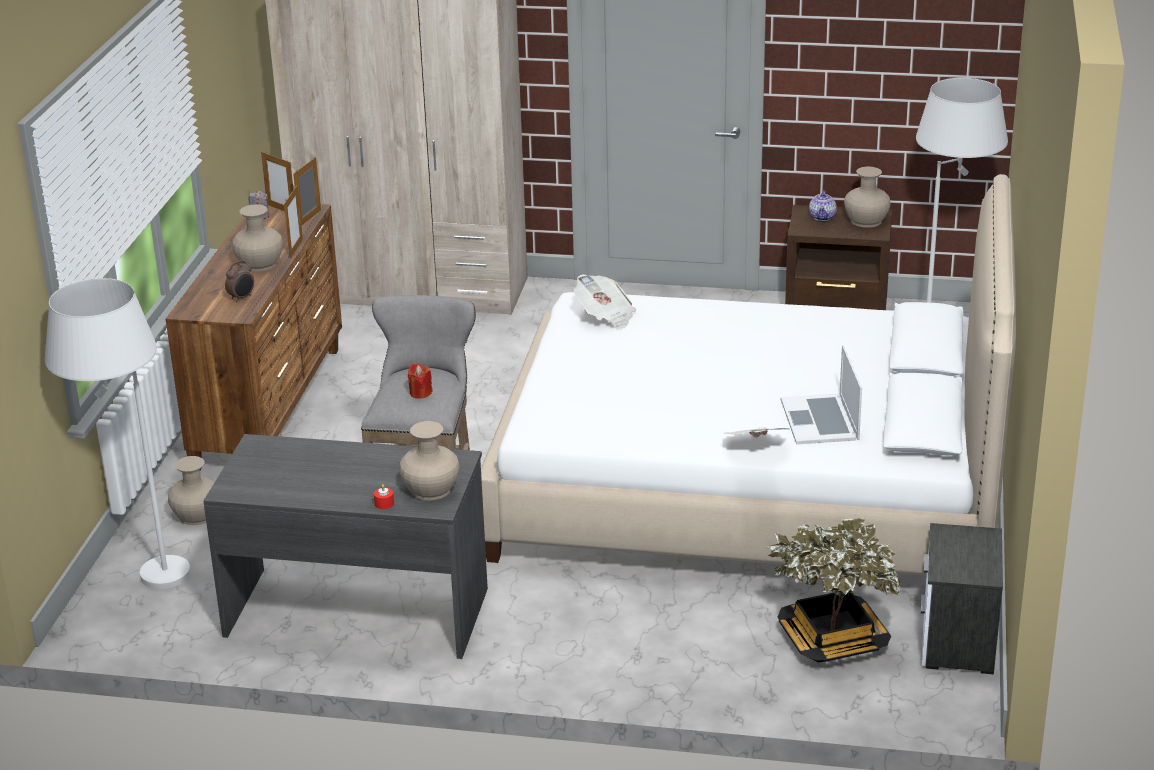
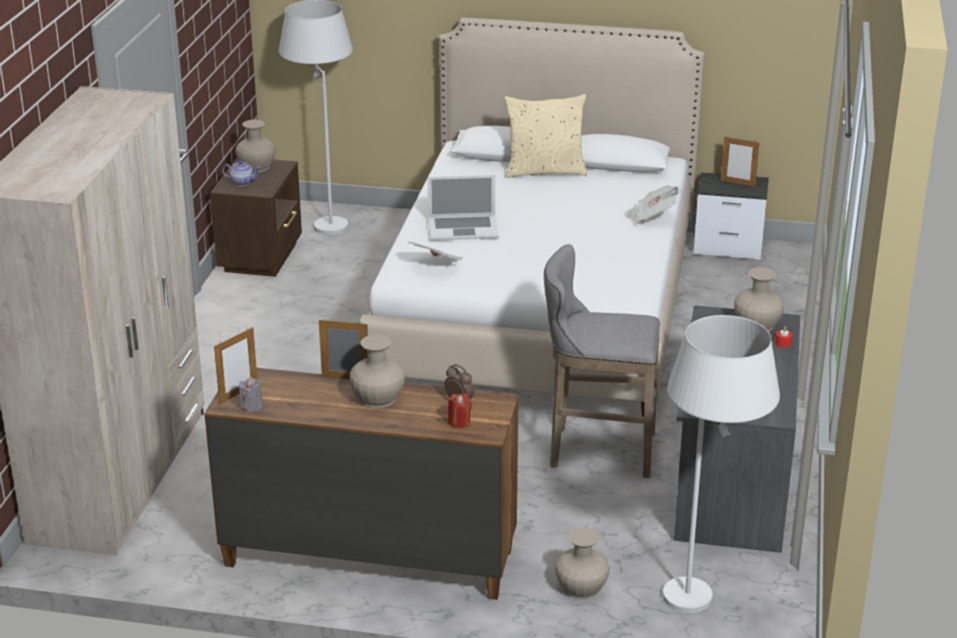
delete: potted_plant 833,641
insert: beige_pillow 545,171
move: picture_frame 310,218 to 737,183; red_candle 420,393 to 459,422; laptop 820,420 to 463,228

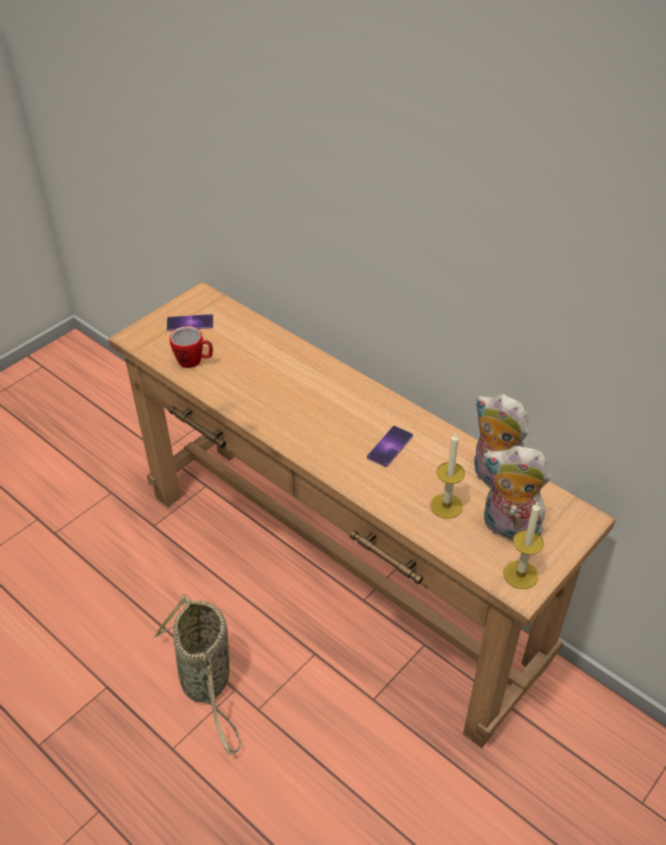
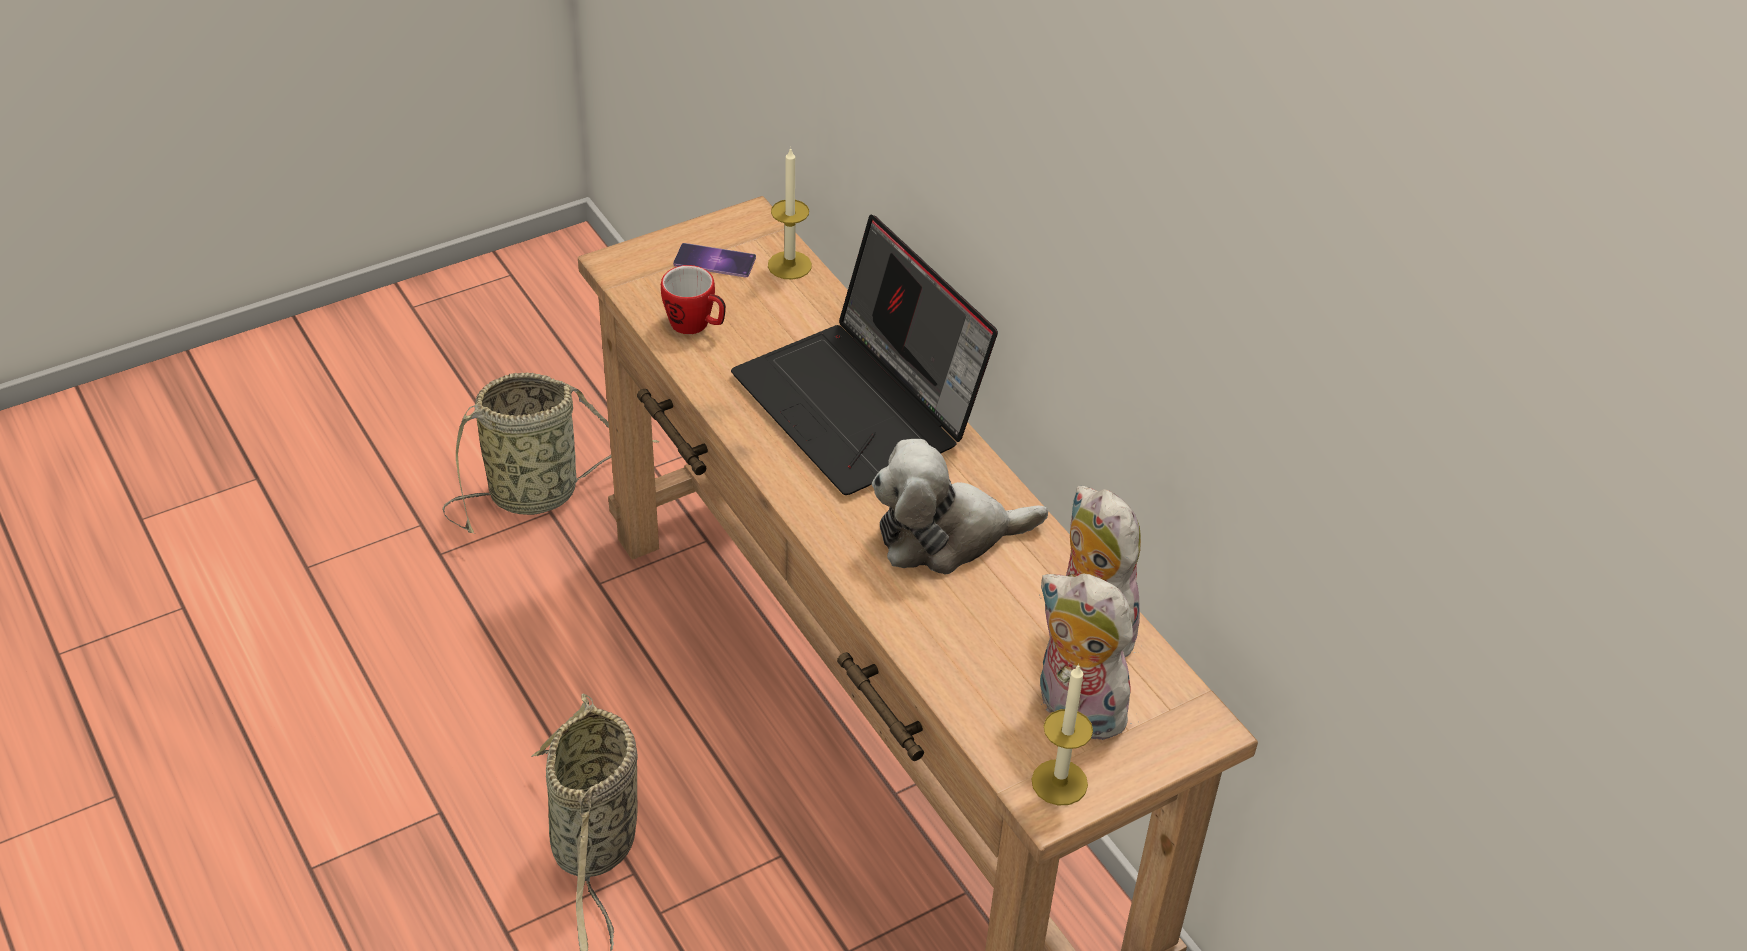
insert: basket 540,492; laptop 862,406
move: candle 446,506 to 789,265
replace: phone 390,446 to plush_toy 946,535

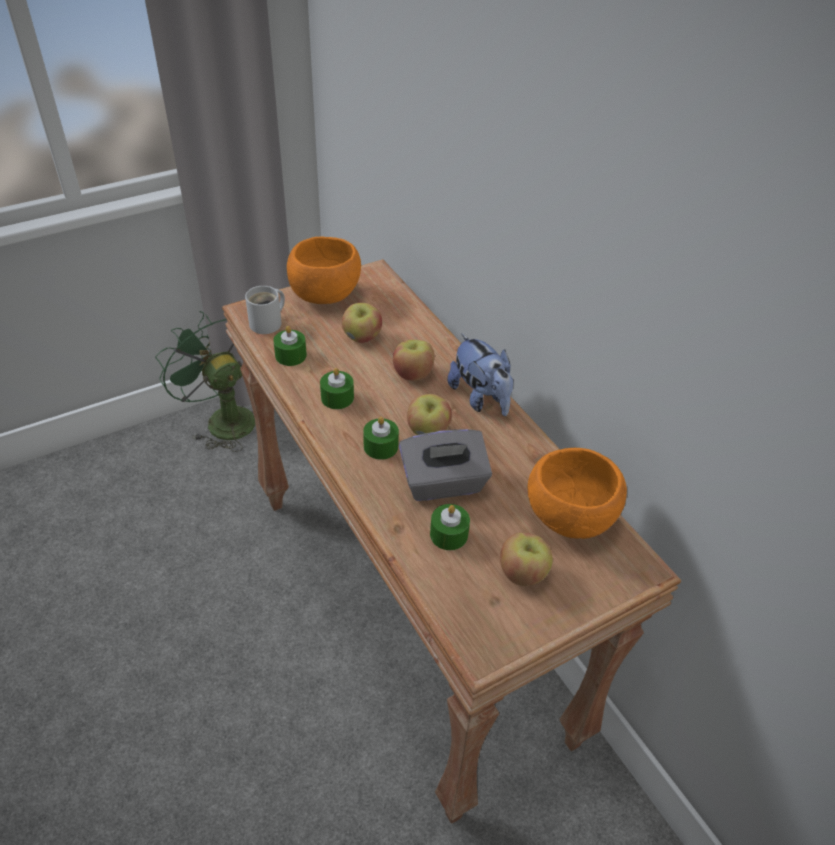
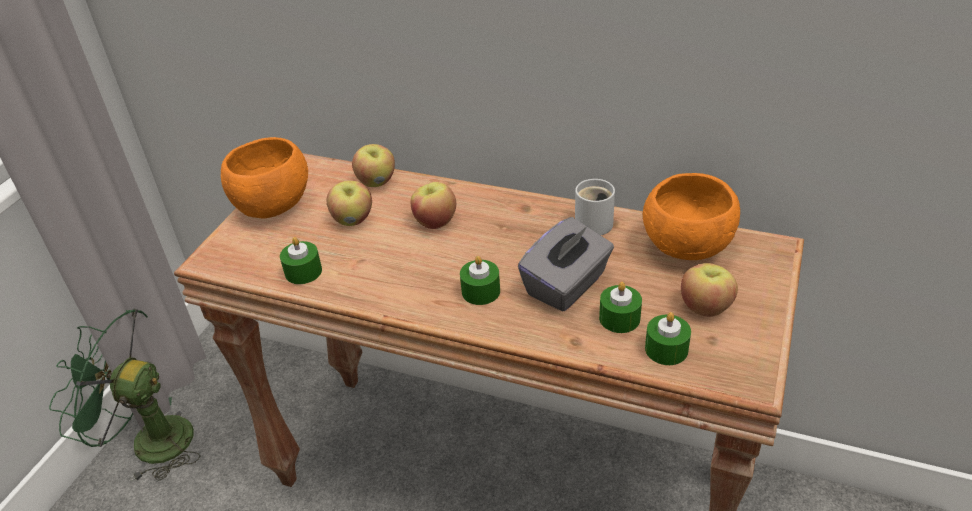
delete: plush_toy 480,398
move: white_mug 268,323 to 594,221; green_candle 337,397 to 666,349; apple 428,431 to 377,182

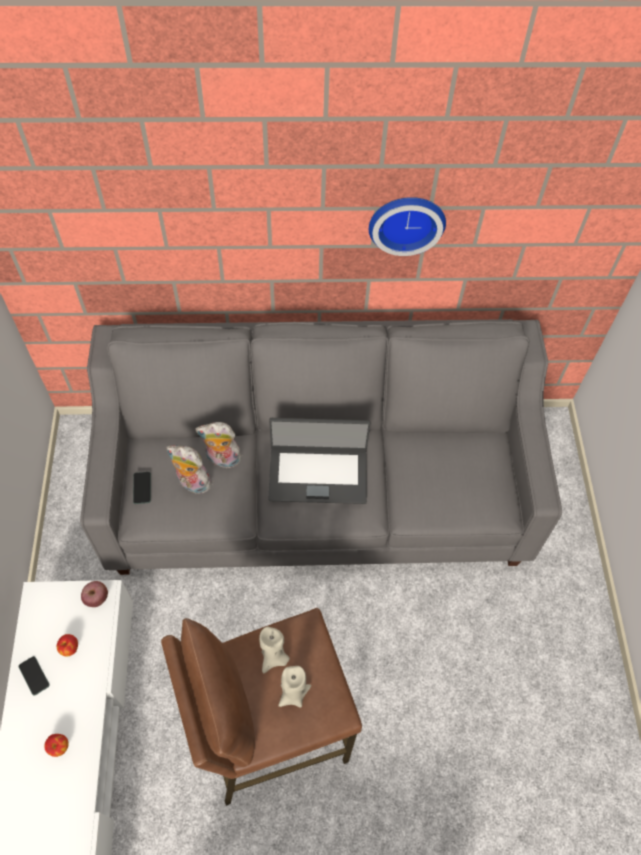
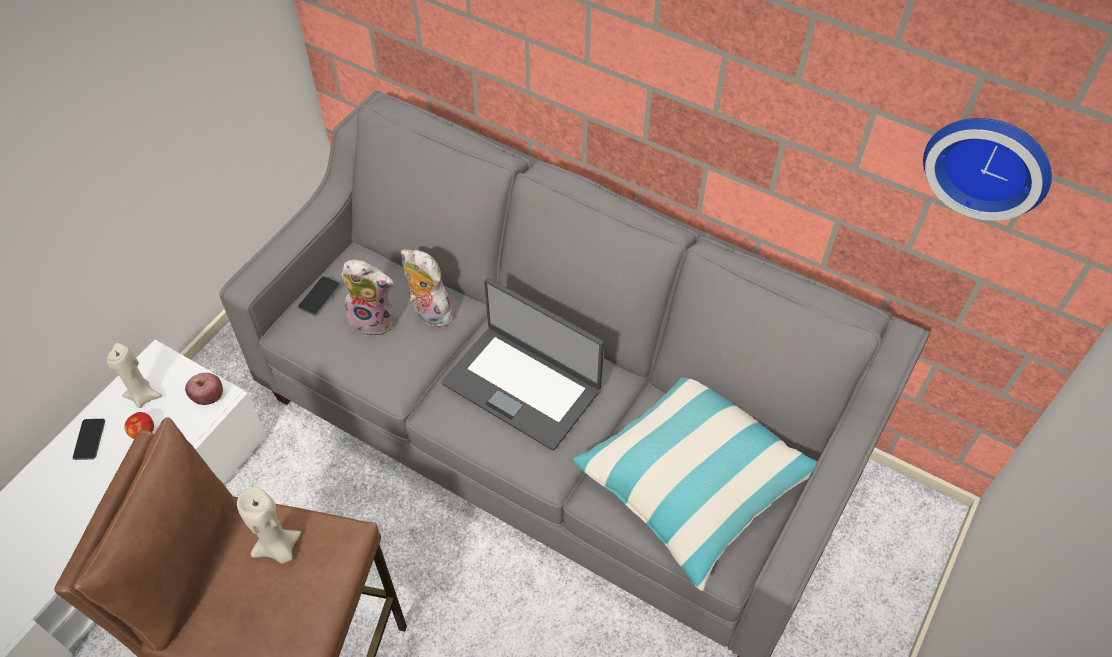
delete: apple 59,747
insert: pillow 693,480
move: beige_candle 293,694 to 143,395; wall_clock 406,221 to 989,162
rotate: plush_toy 192,483 = 374,319 135 degrees clockwise

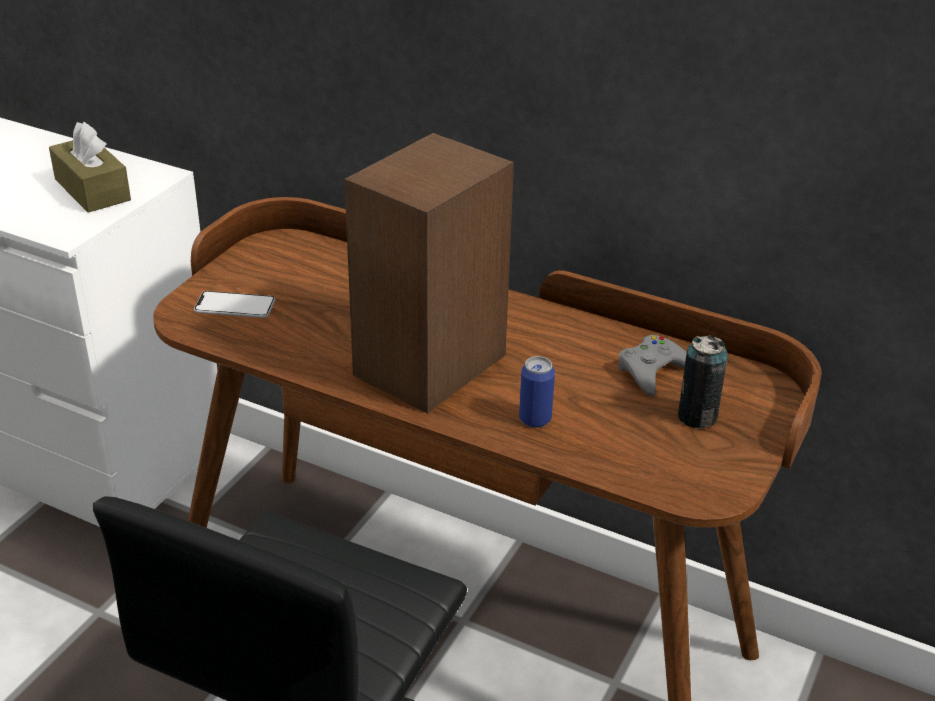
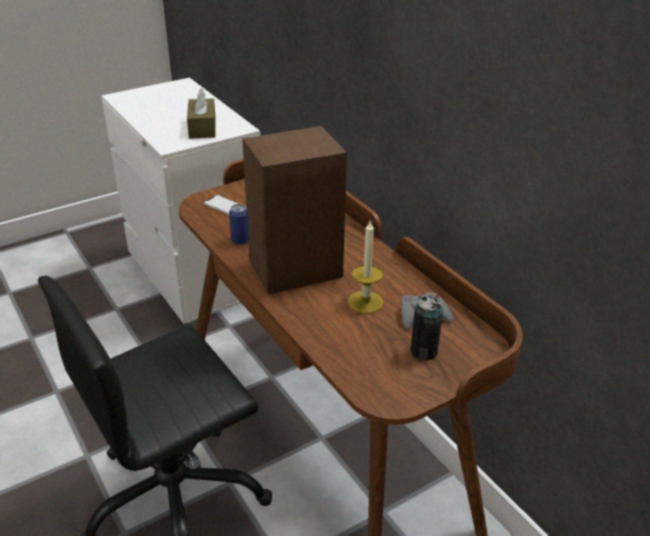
insert: candle 365,302
move: can 535,419 to 240,240

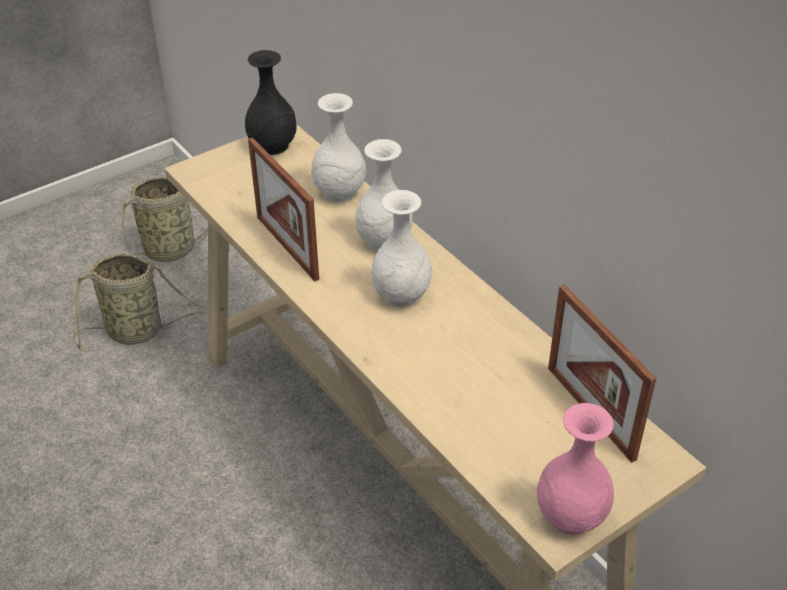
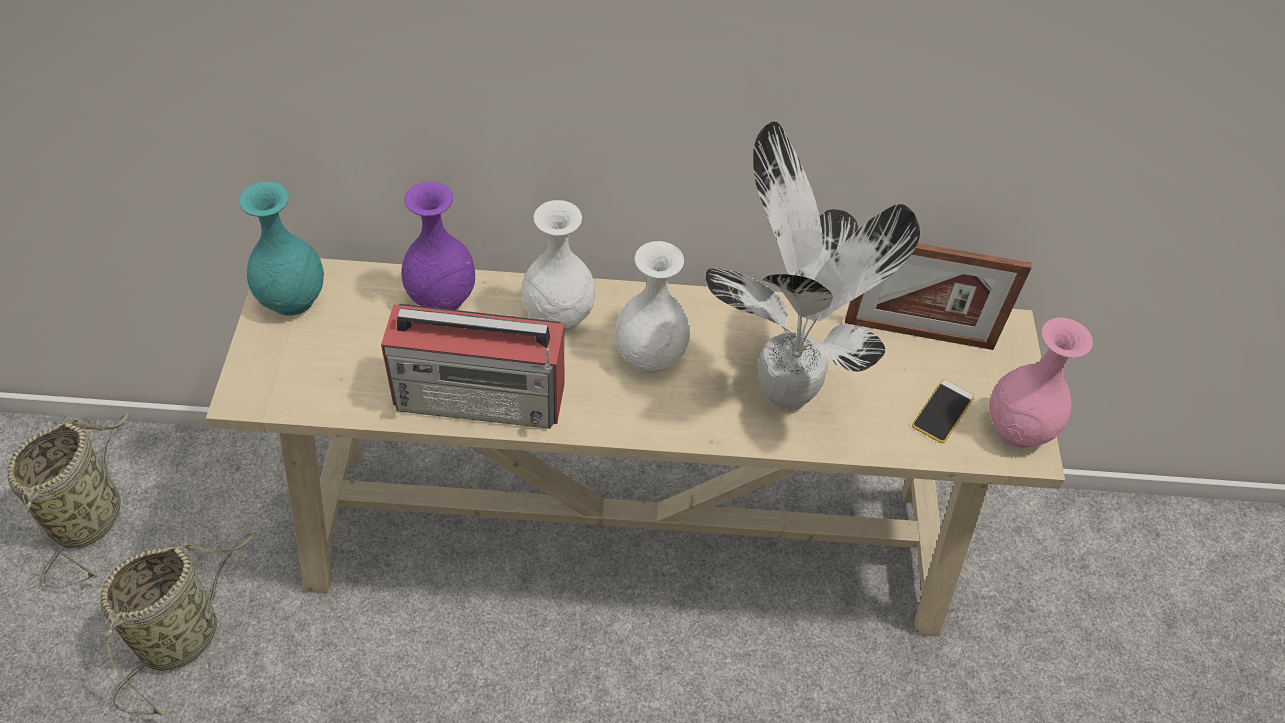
insert: potted_plant 782,388; phone 942,411
replace: picture_frame 287,247 to radio 482,396
recolor: black_vase 273,146 to turquoise_vase 293,299; white_vase 339,192 to purple_vase 442,298

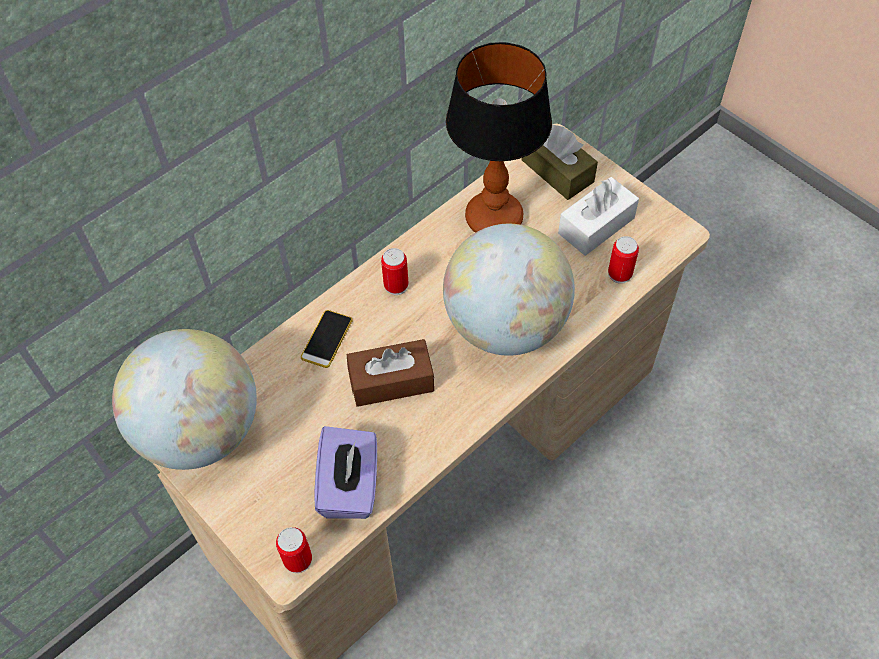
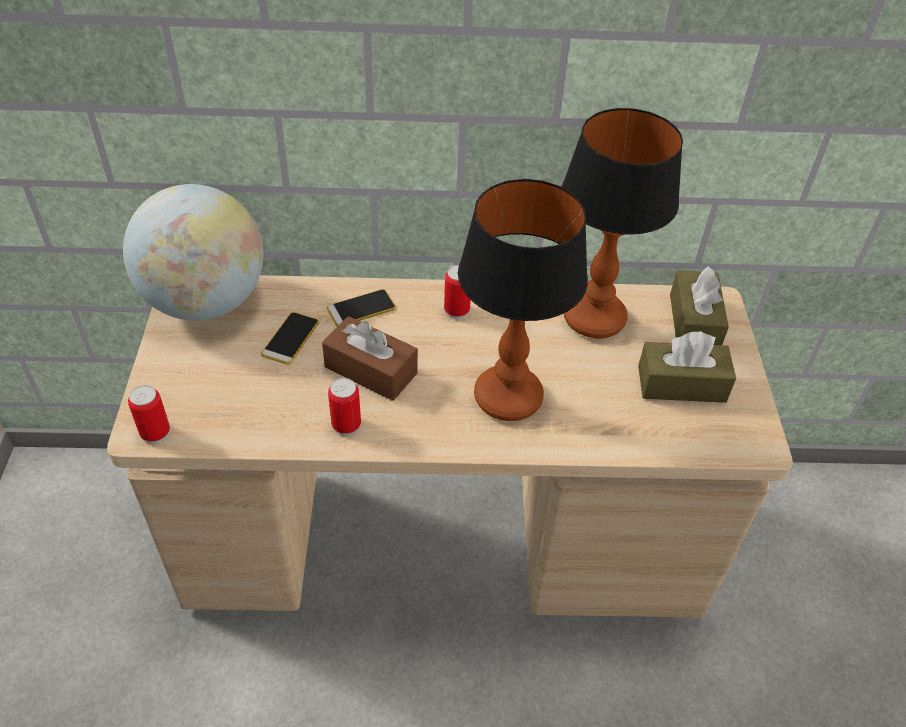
delete: purple_tissue_box 350,486
insert: phone 290,338
move: can 620,274 to 346,425
replace: globe 505,325 to table_lamp 509,399
recolor: white_tissue_box 596,226 to brown_tissue_box 681,384

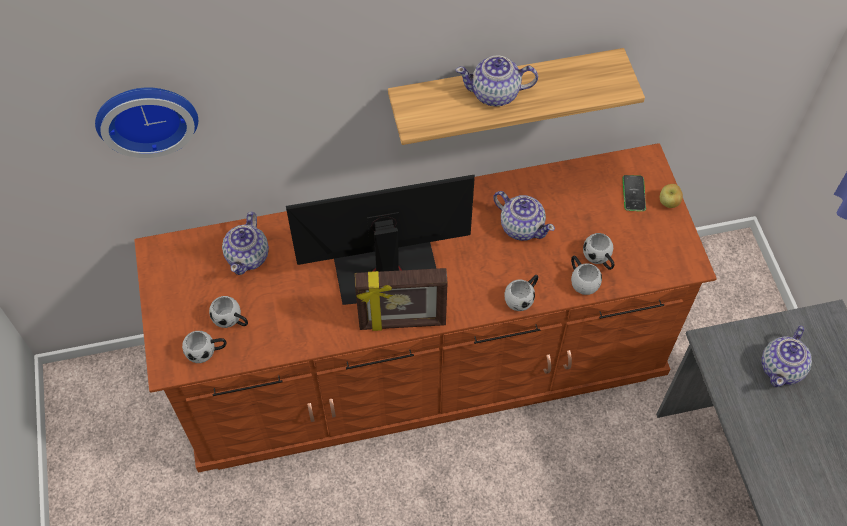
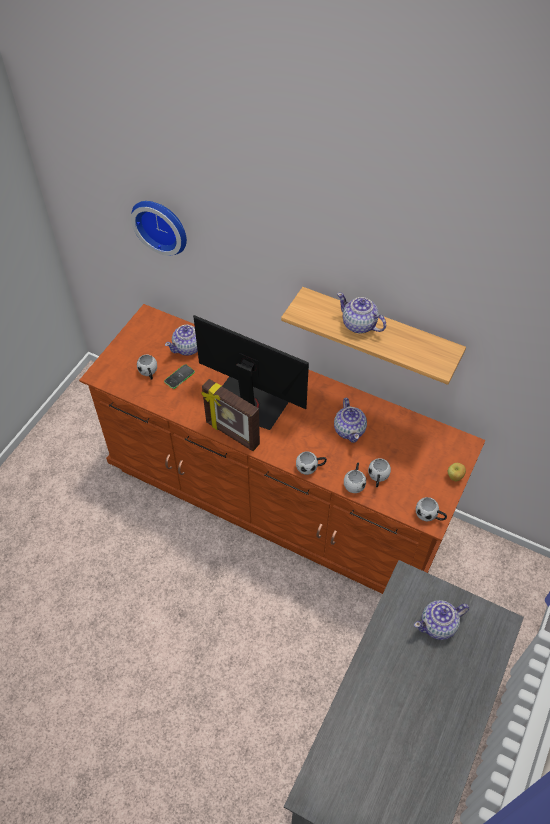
move: white_mug 207,352 to 429,516; phone 634,193 to 179,377

